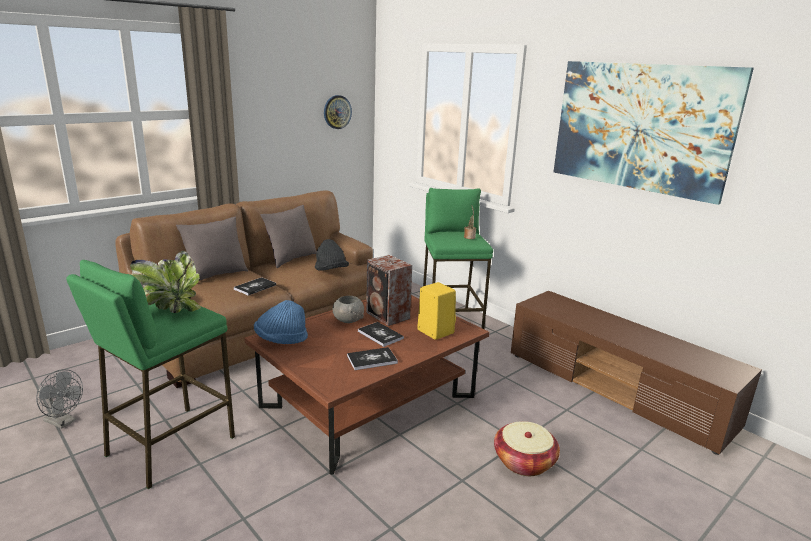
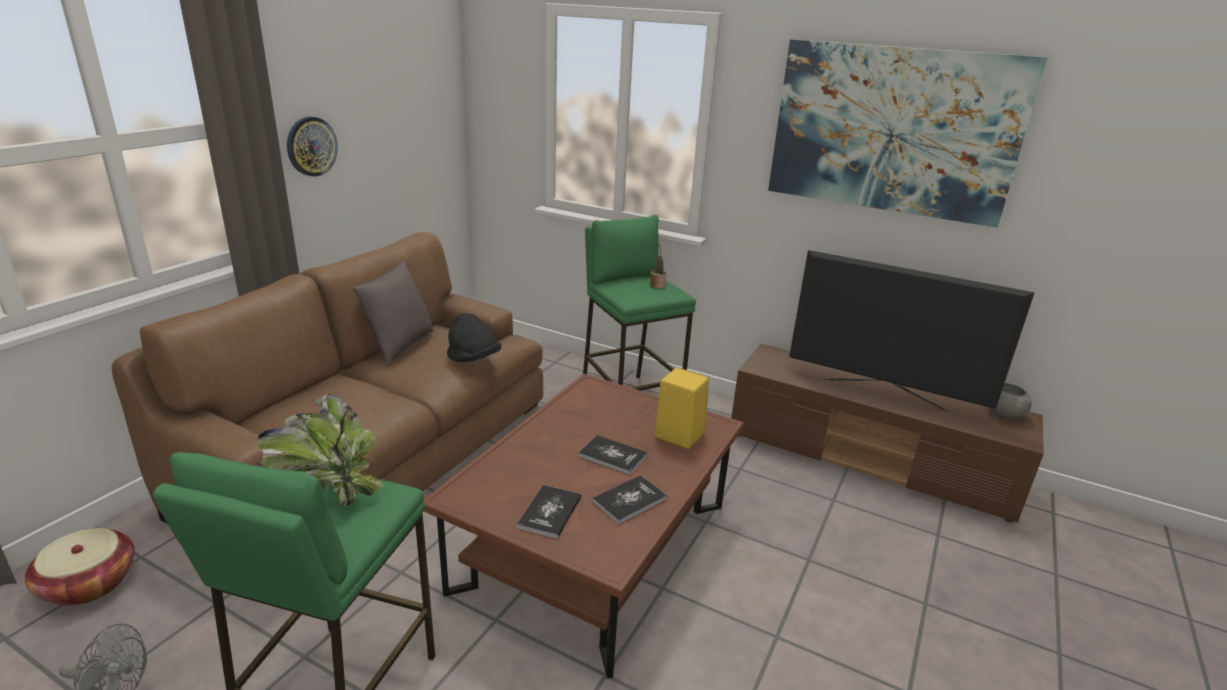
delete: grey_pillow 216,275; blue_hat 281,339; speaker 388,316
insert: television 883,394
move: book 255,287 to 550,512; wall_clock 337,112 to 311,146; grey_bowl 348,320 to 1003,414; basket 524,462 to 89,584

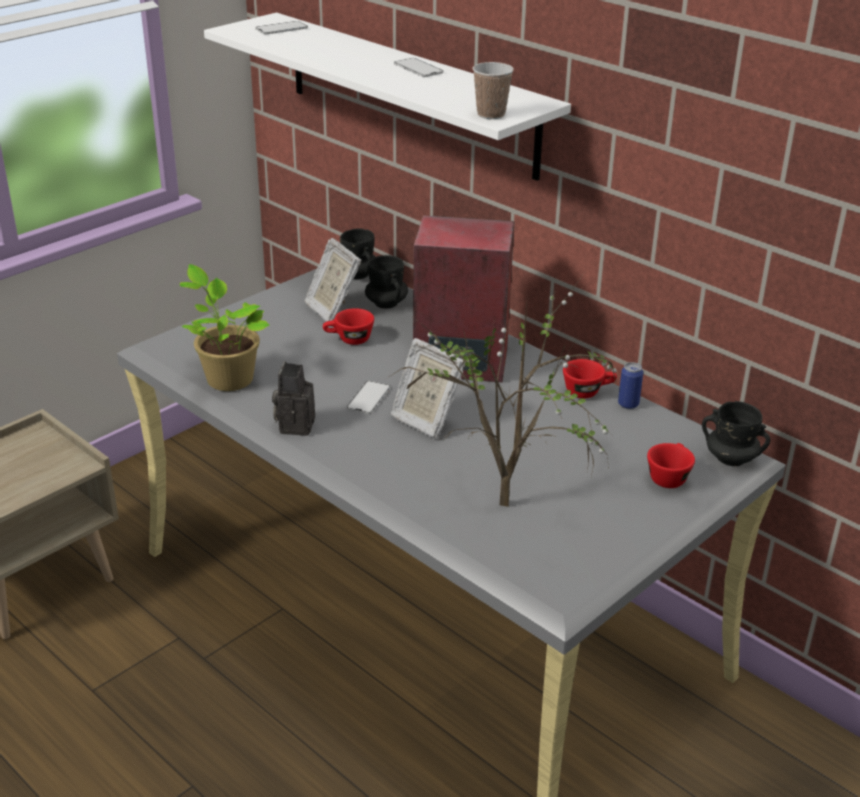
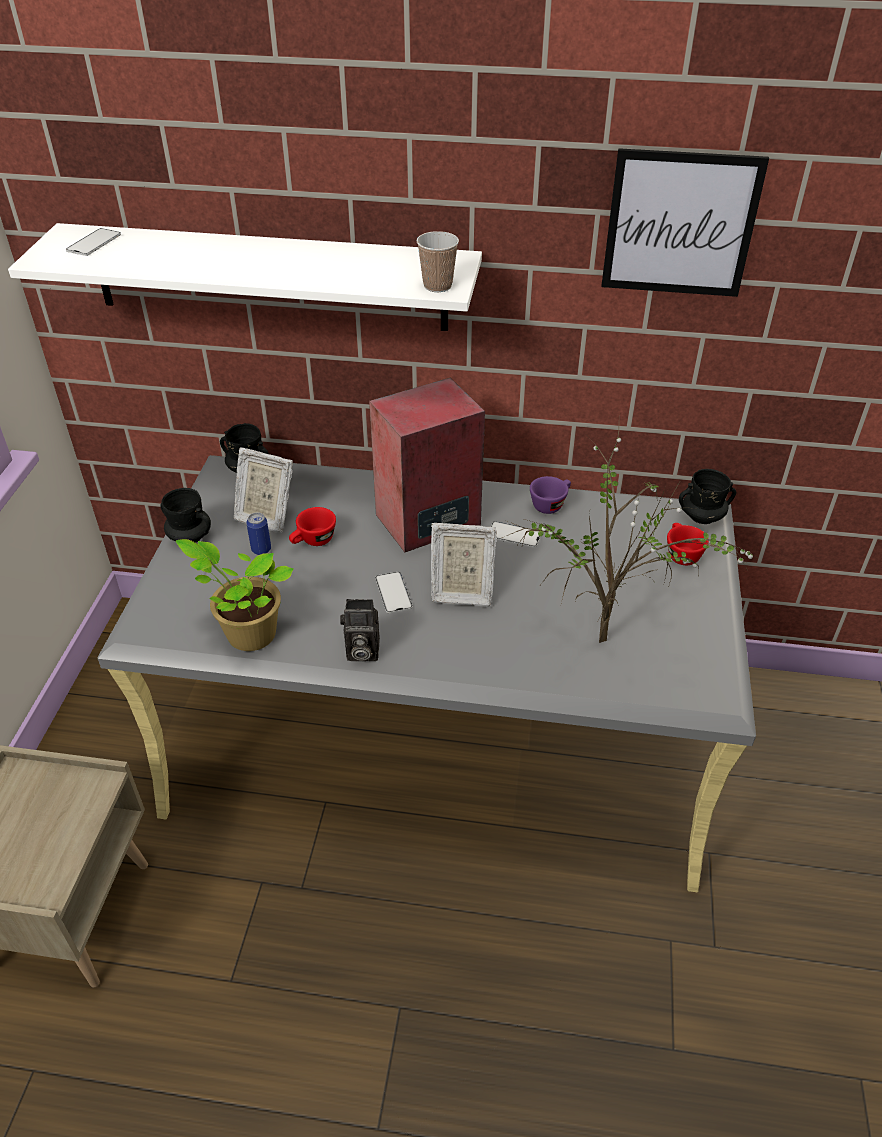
insert: picture 680,224
move: black_mug 386,303 to 190,537; phone 418,68 to 514,535; can 628,404 to 261,549
recolor: red_cup 588,391 to purple_cup 550,504
rotate: photo_camera 295,425 = 361,652 60 degrees counterclockwise

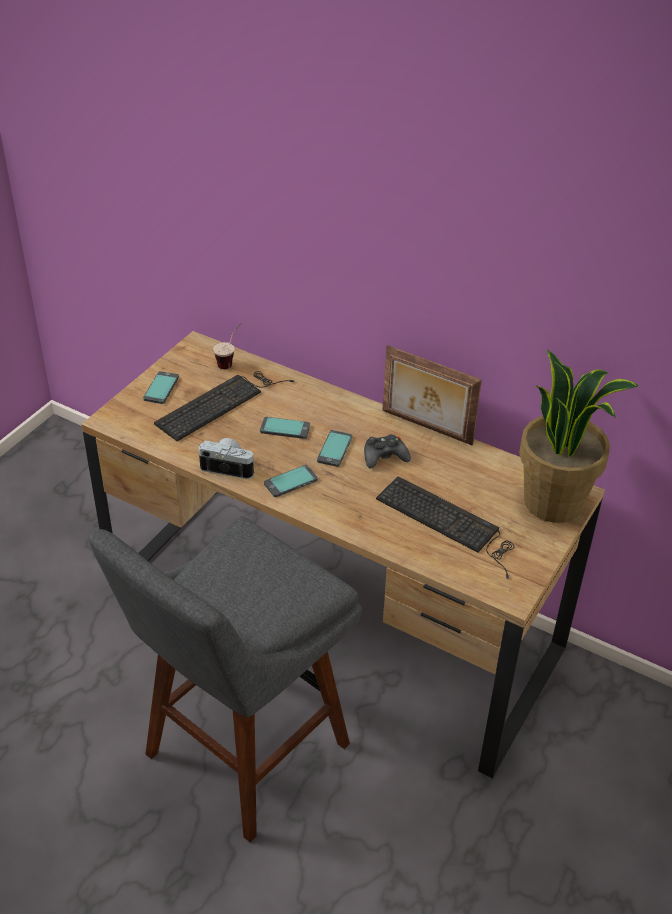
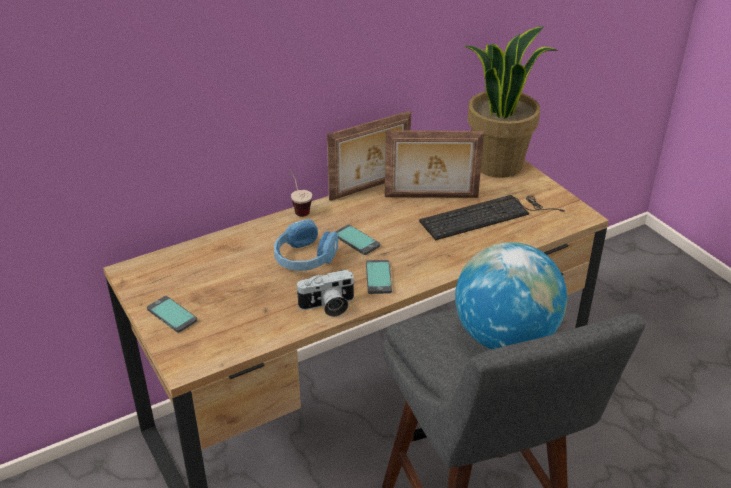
delete: keyboard 221,403; black_game_controller 384,456
insert: picture_frame 431,197; globe 504,338
move: cup 230,361 to 299,208
replace: phone 285,428 to blue_headphones 305,258
rotate: photo_camera 229,466 = 328,306 150 degrees counterclockwise

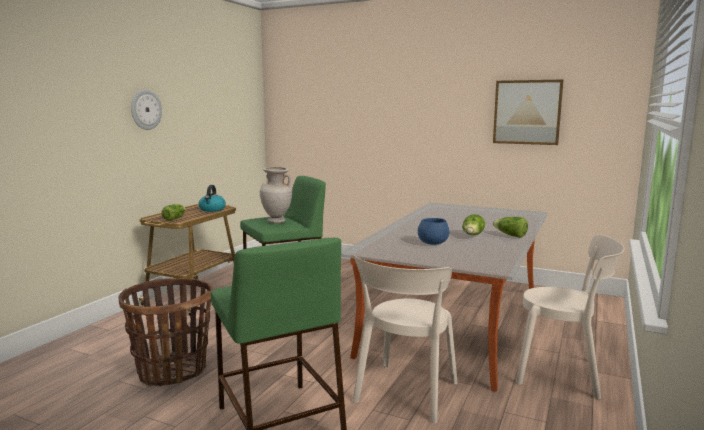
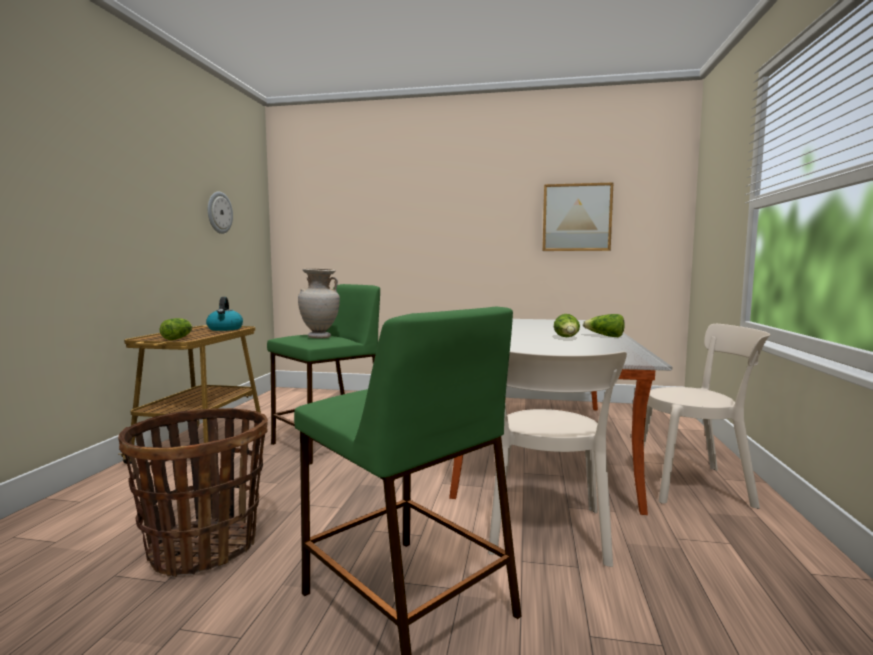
delete: blue_bowl 433,243
move: wall_clock 145,109 to 219,212

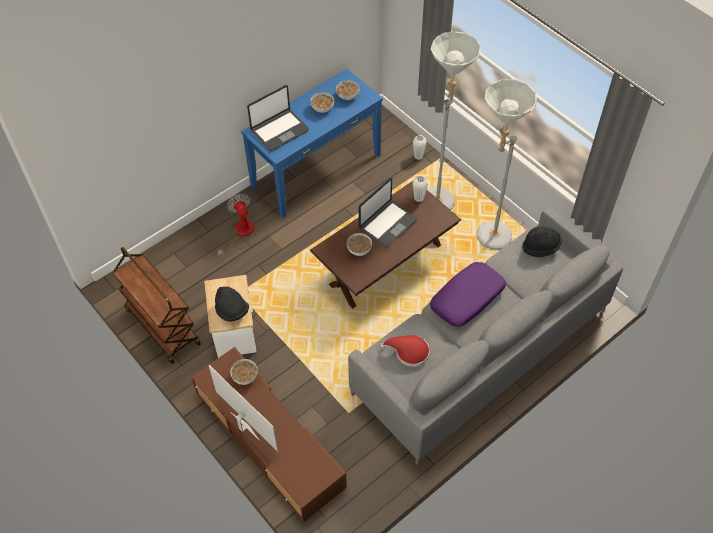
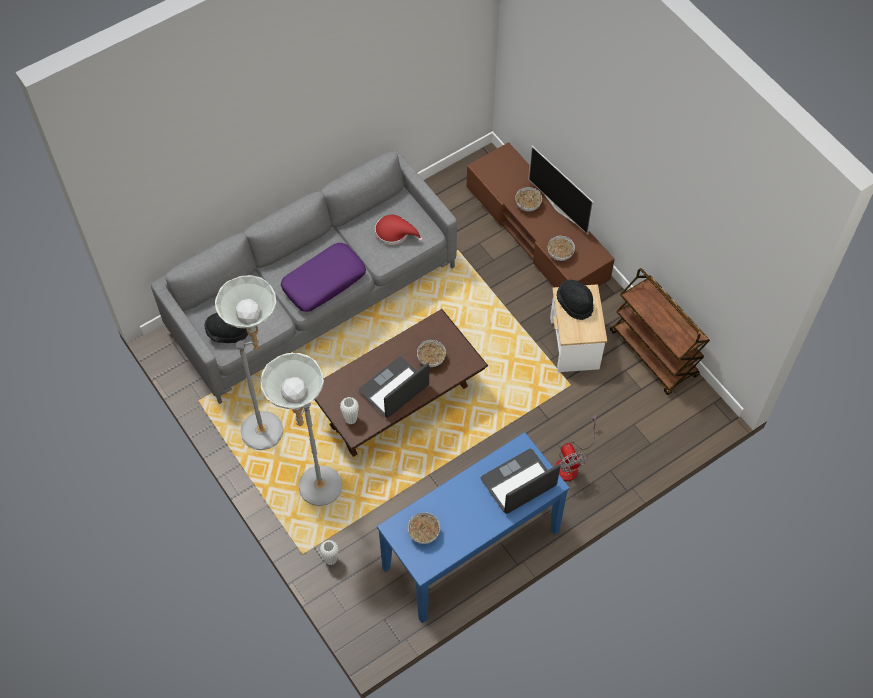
move: bowl 322,108 to 528,205

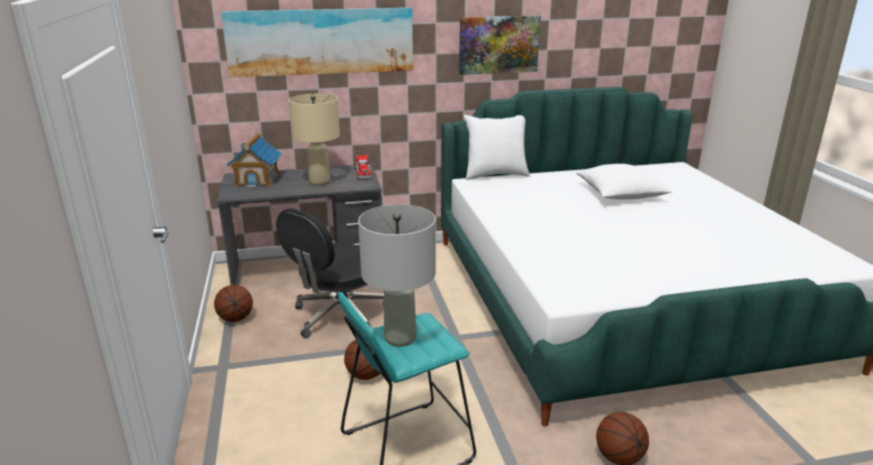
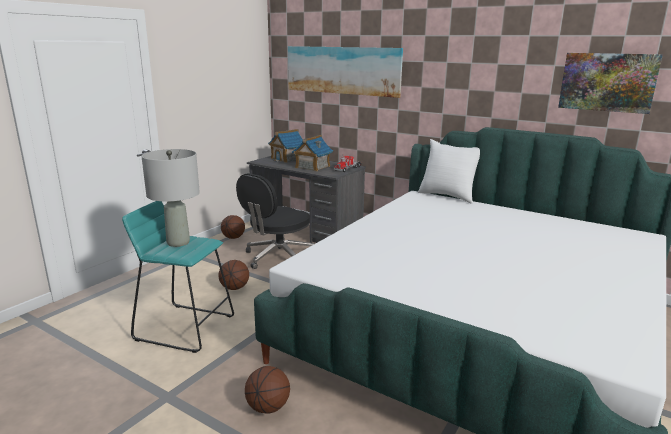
delete: white_pillow 620,194
move: picture 498,44 to 607,82
replace: beige_table_lamp 319,182 to toy_house 312,167
rotate: black_office_chair 340,316 = 277,257 45 degrees counterclockwise

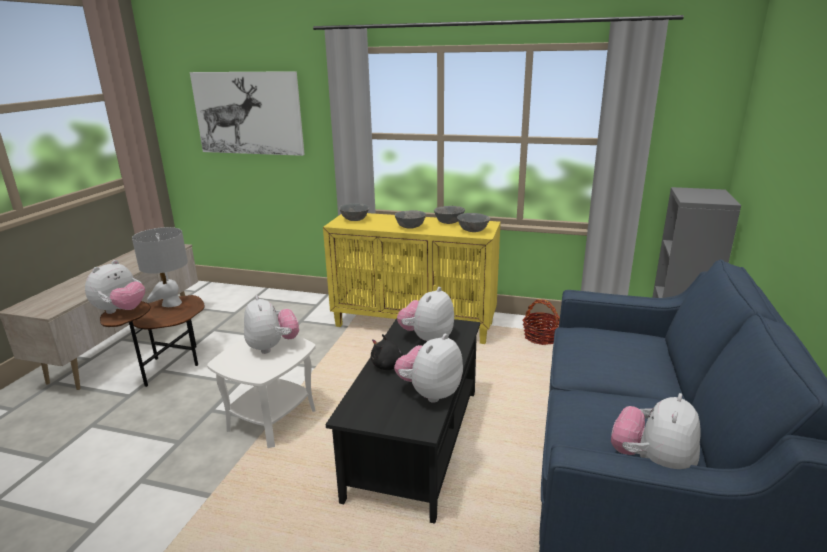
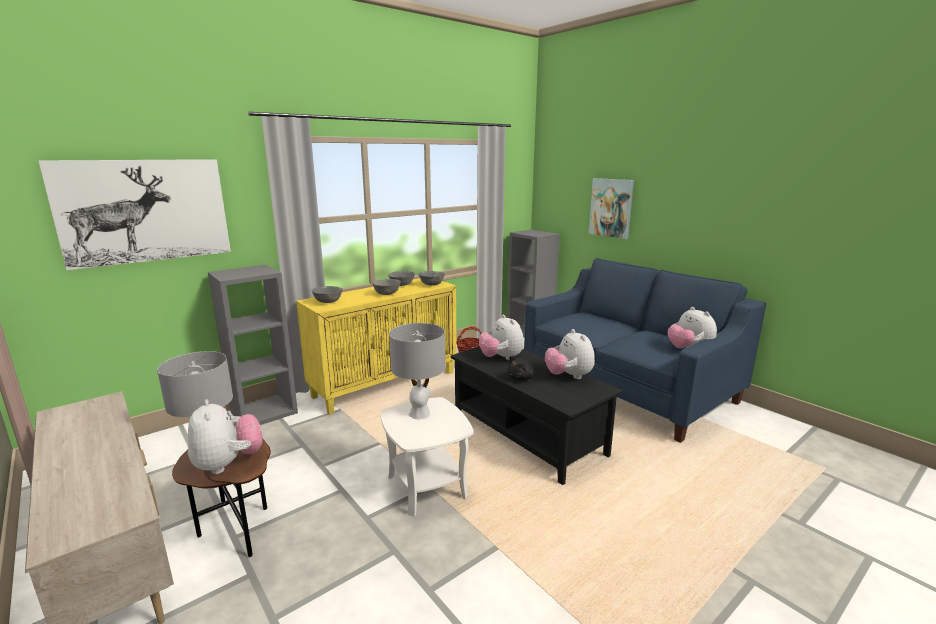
insert: grey_bookcase 264,412; picture 611,208
replace: plush_toy 272,347 to grey_table_lamp 419,413

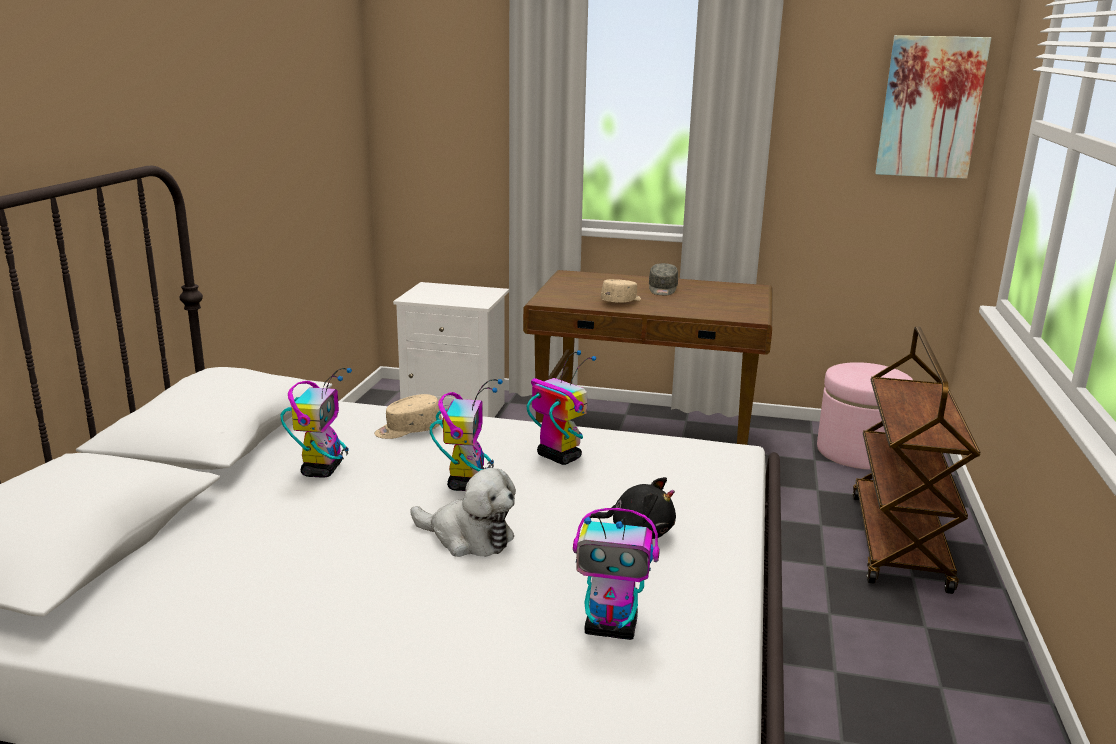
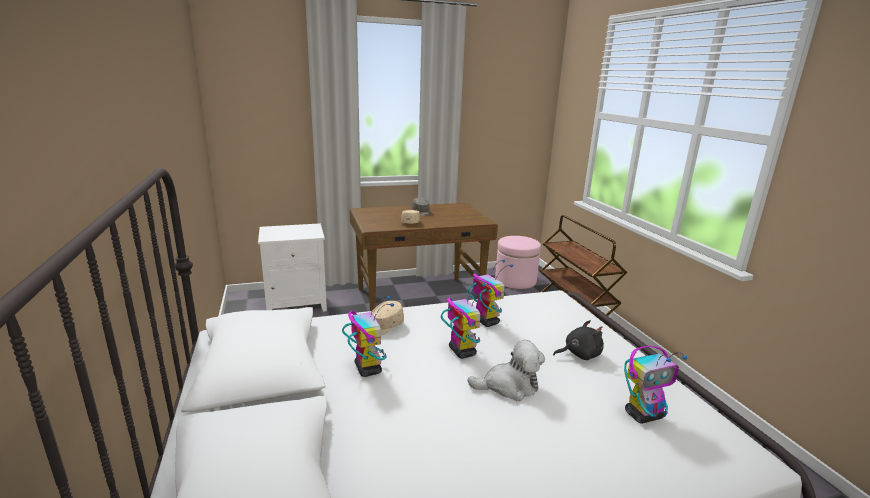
delete: picture 930,107
rotate: toy_robot 558,457 = 485,321 45 degrees clockwise

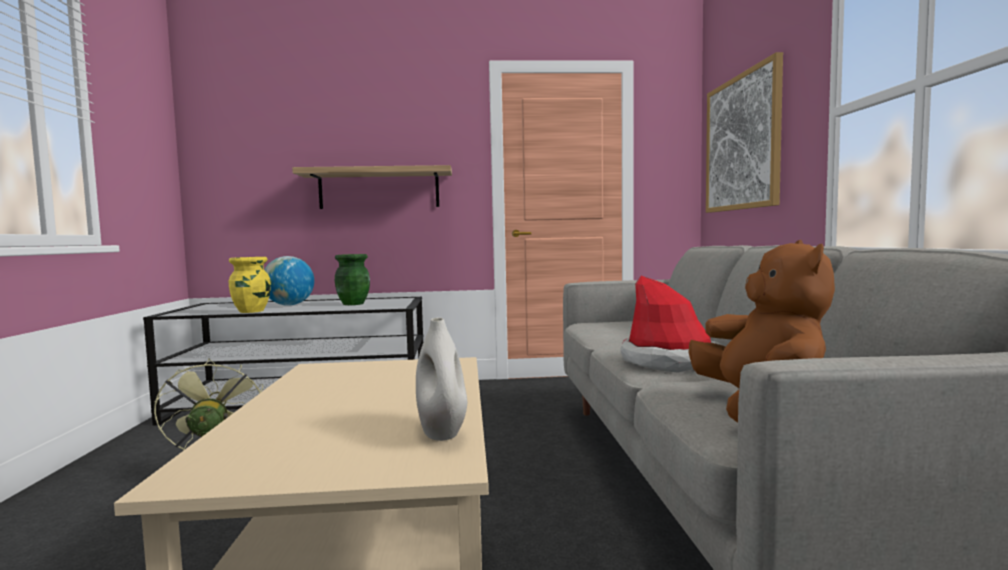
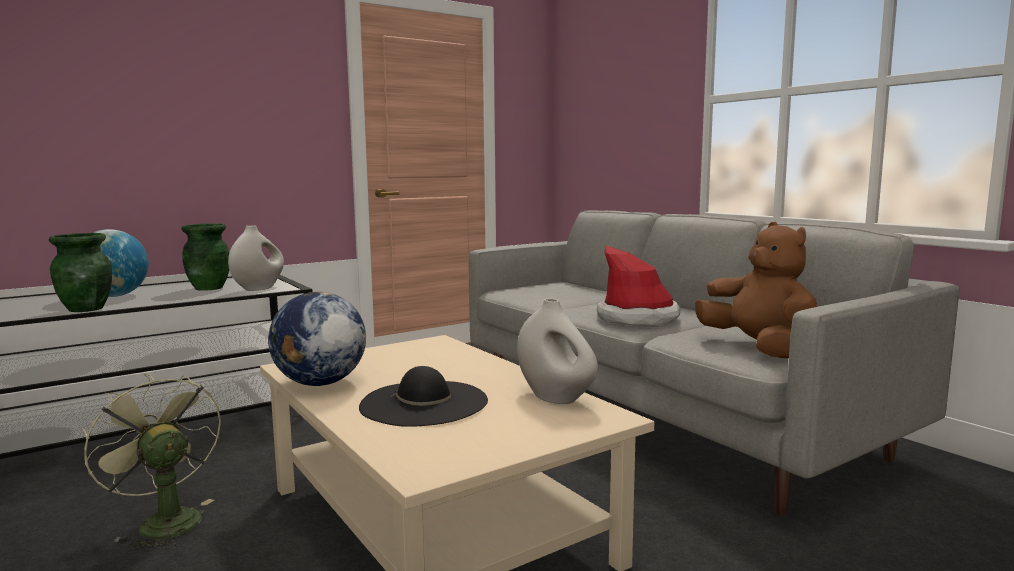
delete: shelf 379,189; picture 742,143
insert: white_vase 259,288; globe 319,383; black_hat 424,403
recolor: yellow_vase 252,311 to green_vase 87,309

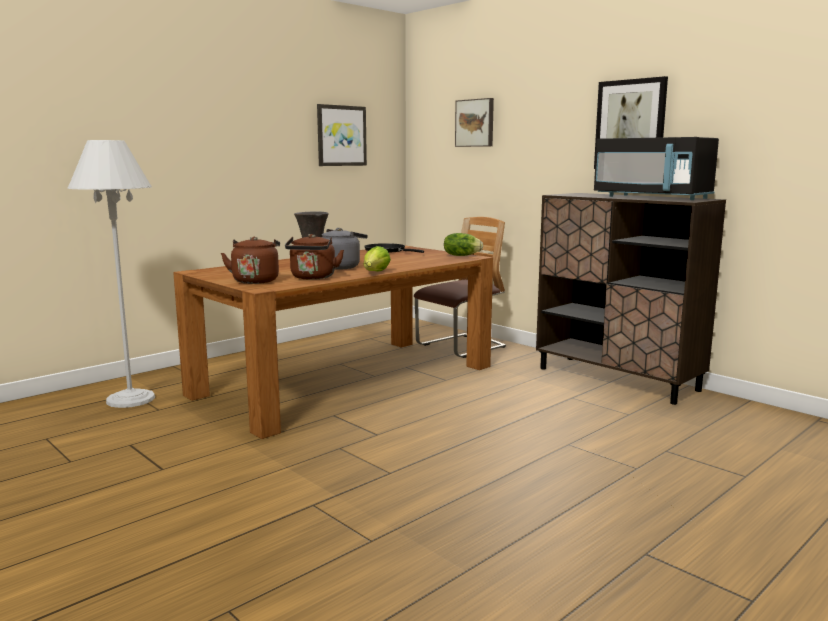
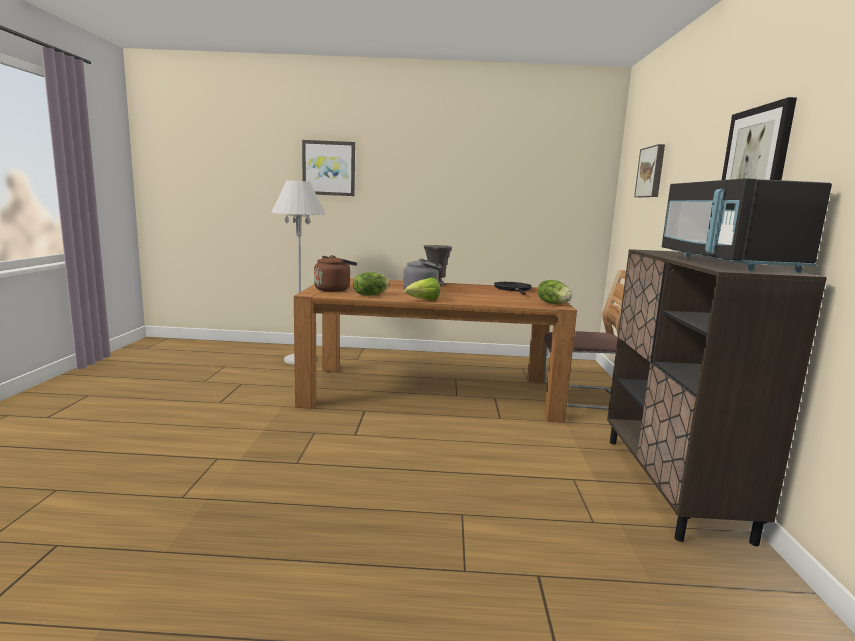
move: picture 341,136 to 329,168
replace: brown_kettle 313,278 to lettuce 370,295

